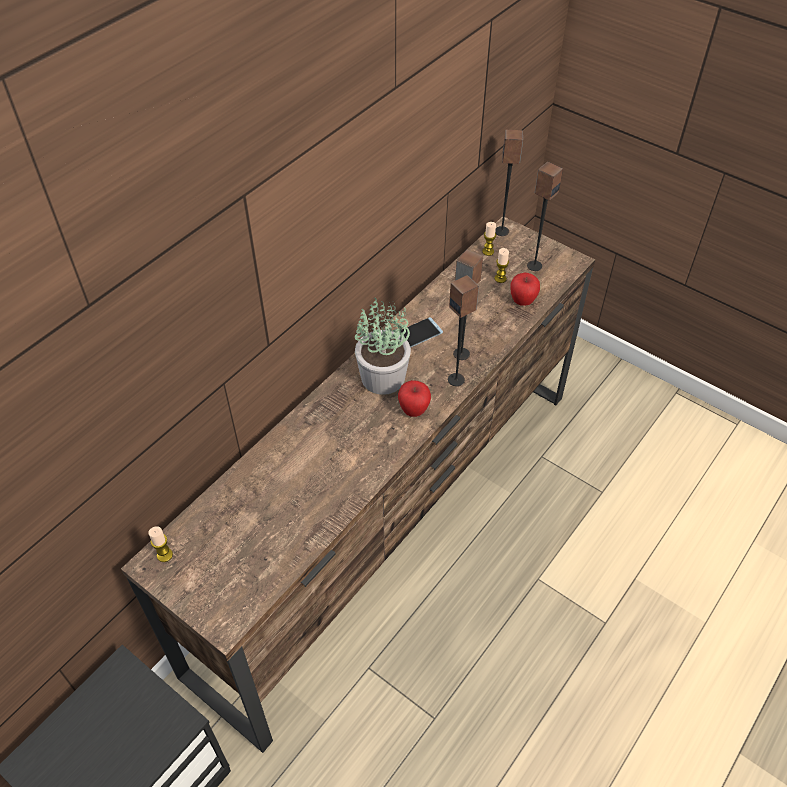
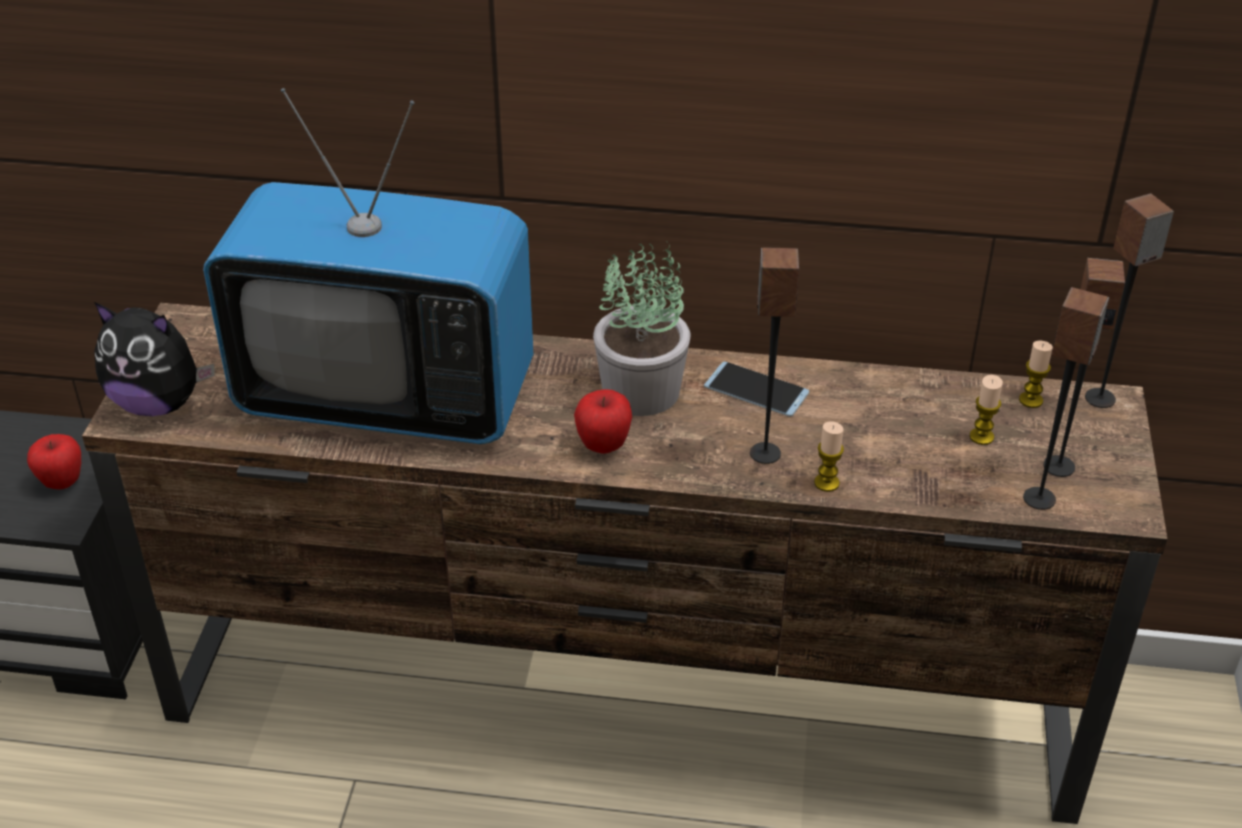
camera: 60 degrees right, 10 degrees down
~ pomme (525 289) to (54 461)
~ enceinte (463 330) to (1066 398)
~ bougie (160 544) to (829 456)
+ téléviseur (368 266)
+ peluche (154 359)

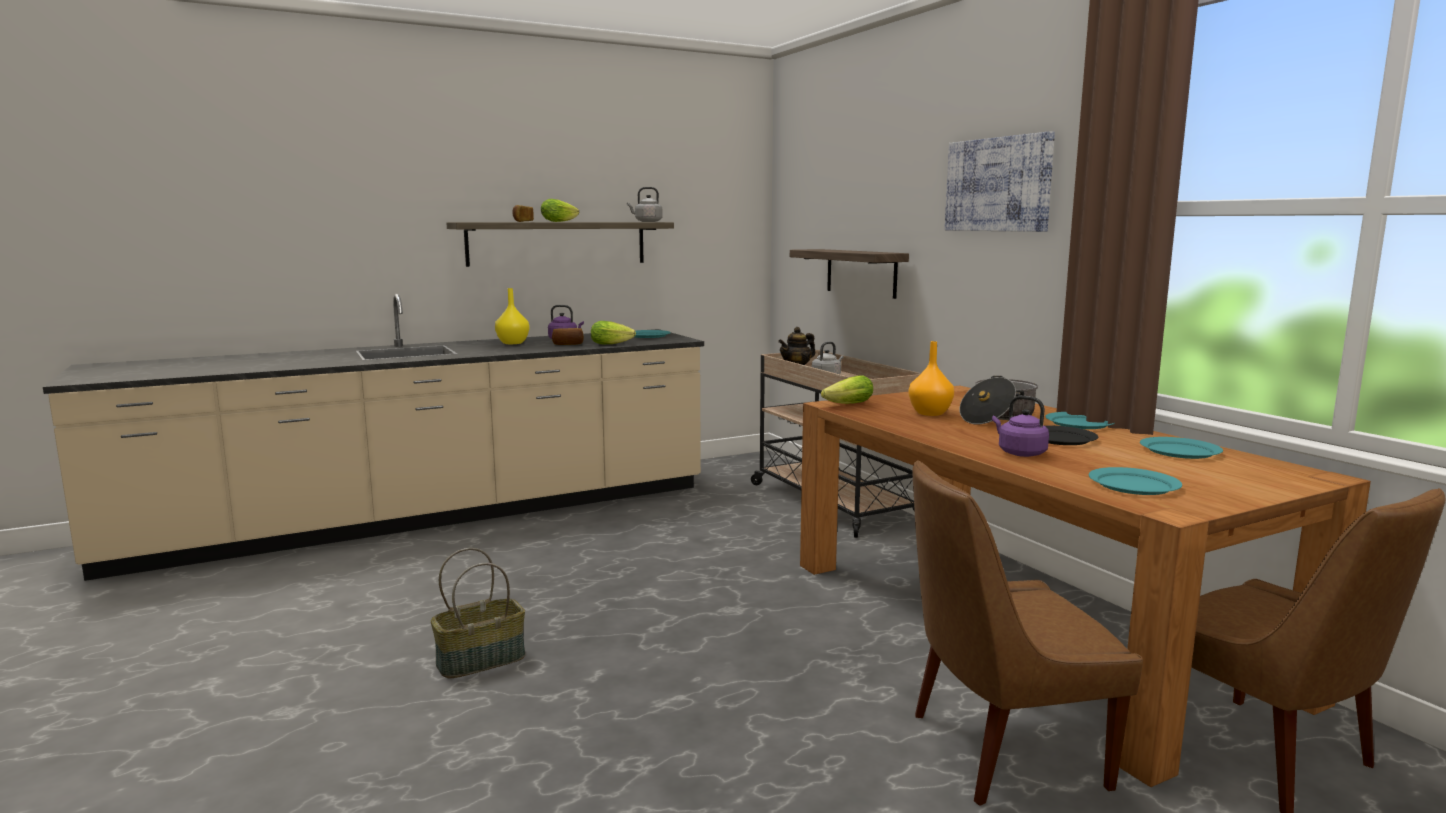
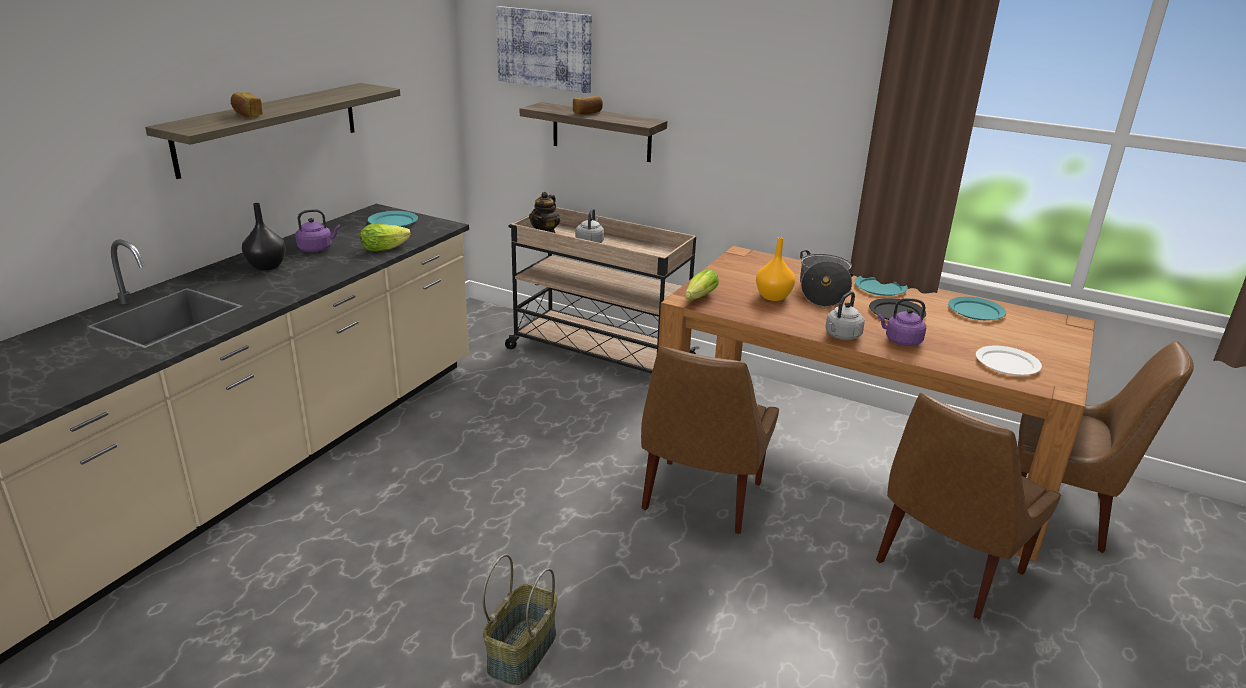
camera: 35 degrees left, 15 degrees up
~ tableau (1000 181) to (544 49)
~ bouilloire/gris (645 204) to (845 315)
- laitue (560 210)
~ vase/jaune (512 316) to vase/noir (264 237)
~ pain (568 336) to (588 105)
~ assiette/turquoise (1135 481) to assiette/blanc (1009 360)
+ chaise/marron (710 440)

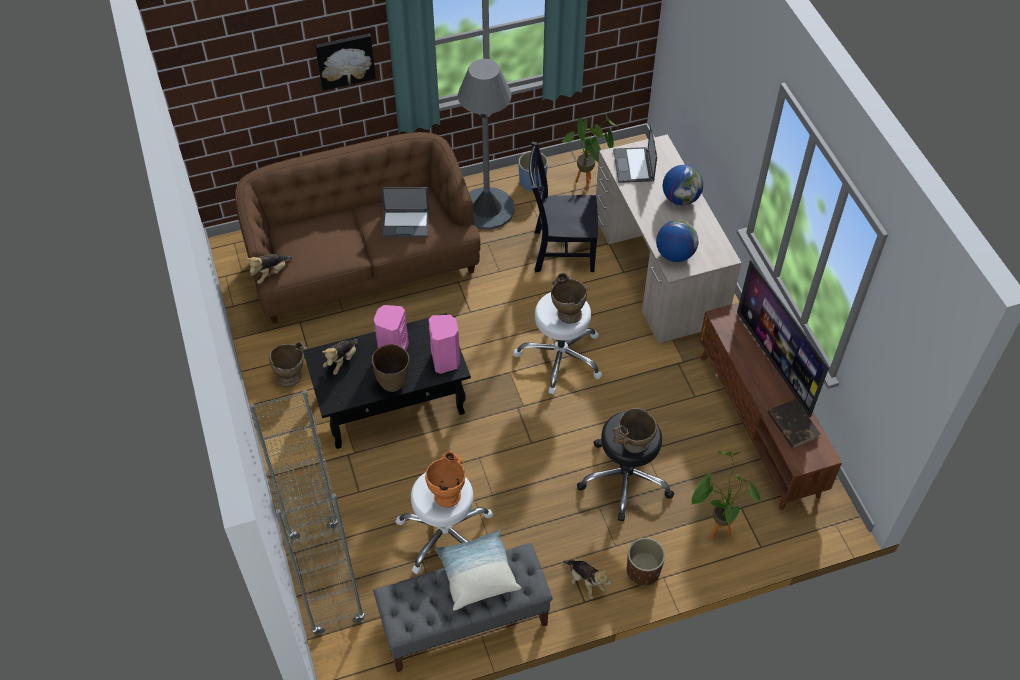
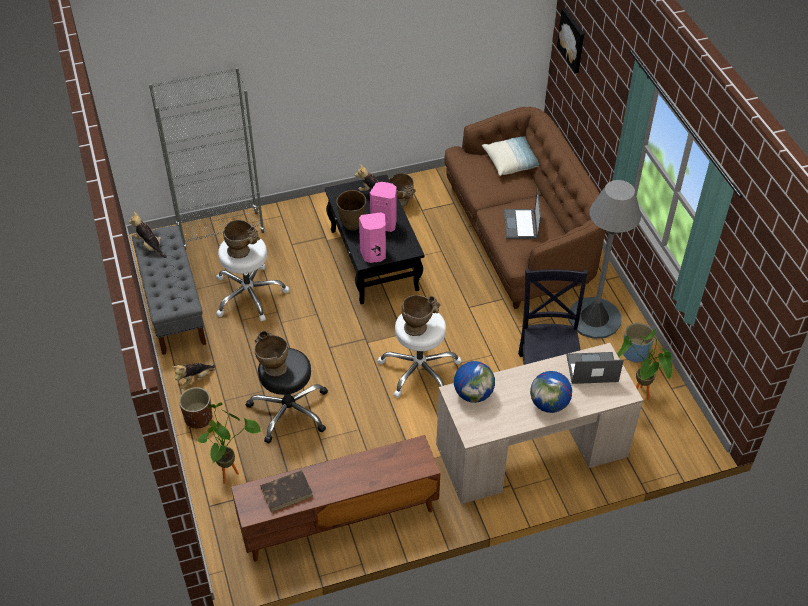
camera: 90 degrees right, 5 degrees down
~ tableau (345 62) to (570 40)
~ peluche (269 269) to (148 235)
- téléviseur (783 338)
~ vase/orange (445 479) to vase/beige (241 239)
~ coussin (478 570) to (510 156)

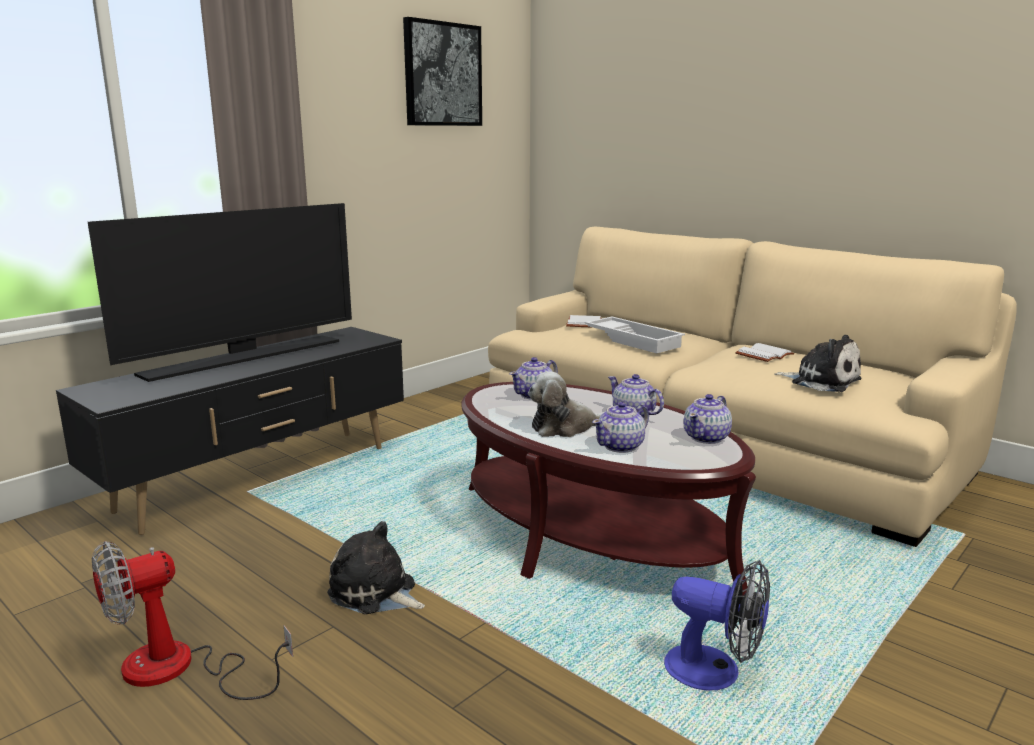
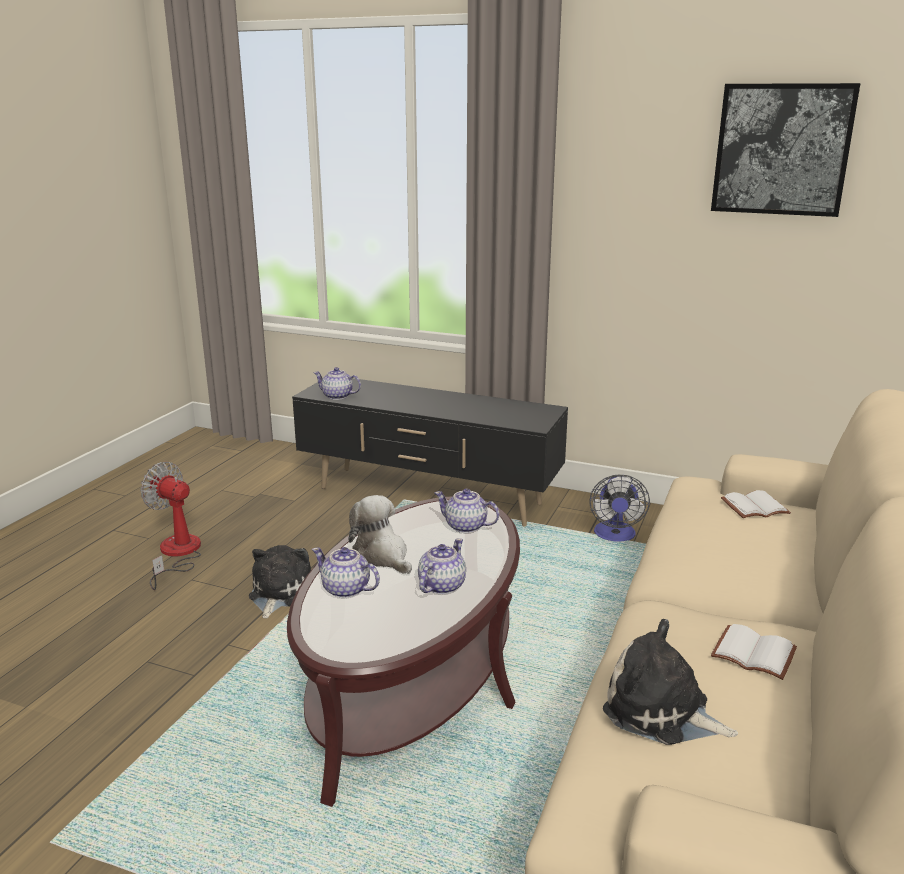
camera: 70 degrees right, 5 degrees up
- téléviseur (220 292)
- plateau/blanc (635 335)
~ peluche (818 363) = (670 682) 105 degrees clockwise
~ théière (707 419) to (337 383)
~ ventilateur (717 625) to (619 508)

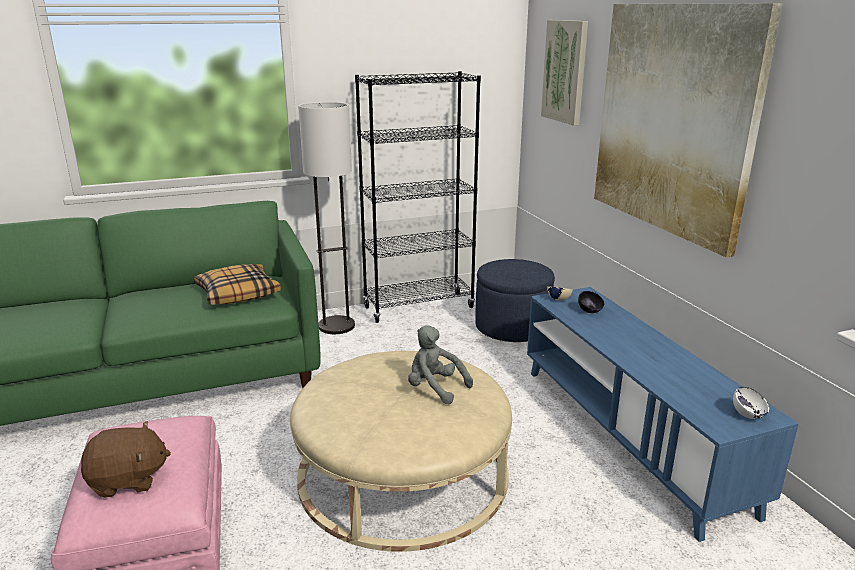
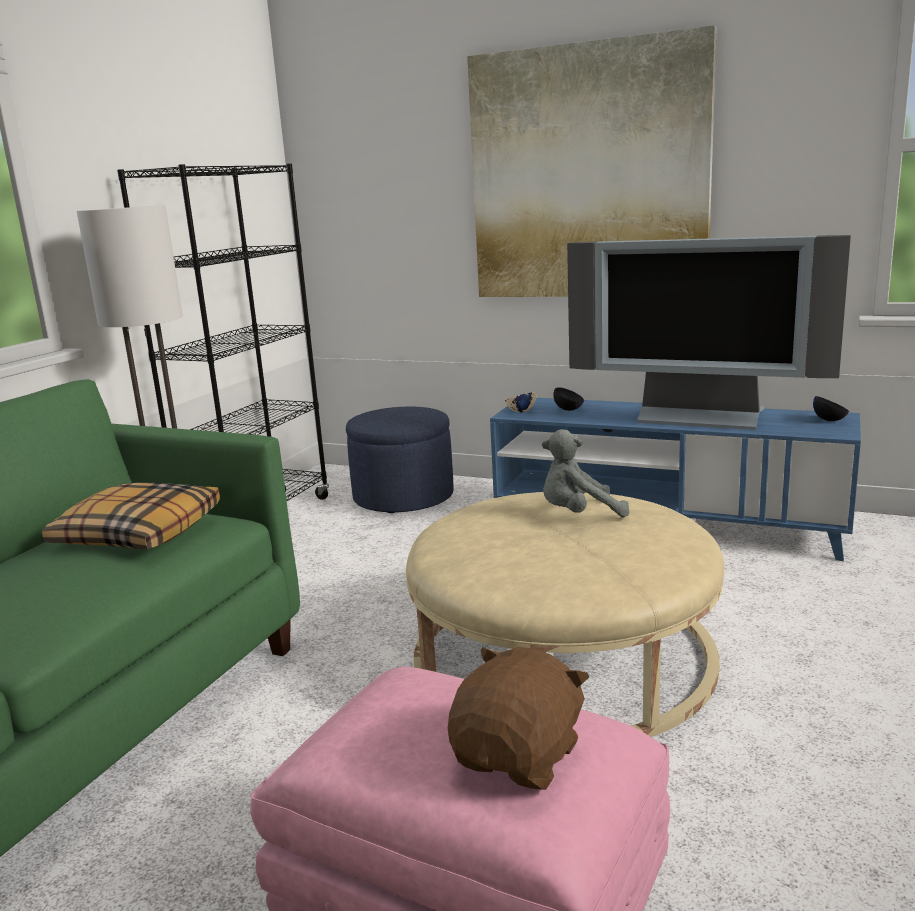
camera: 45 degrees left, 5 degrees down
- tableau (564 73)
~ bol/blanc (751 403) to bol/noir (831 408)
+ téléviseur (709 332)

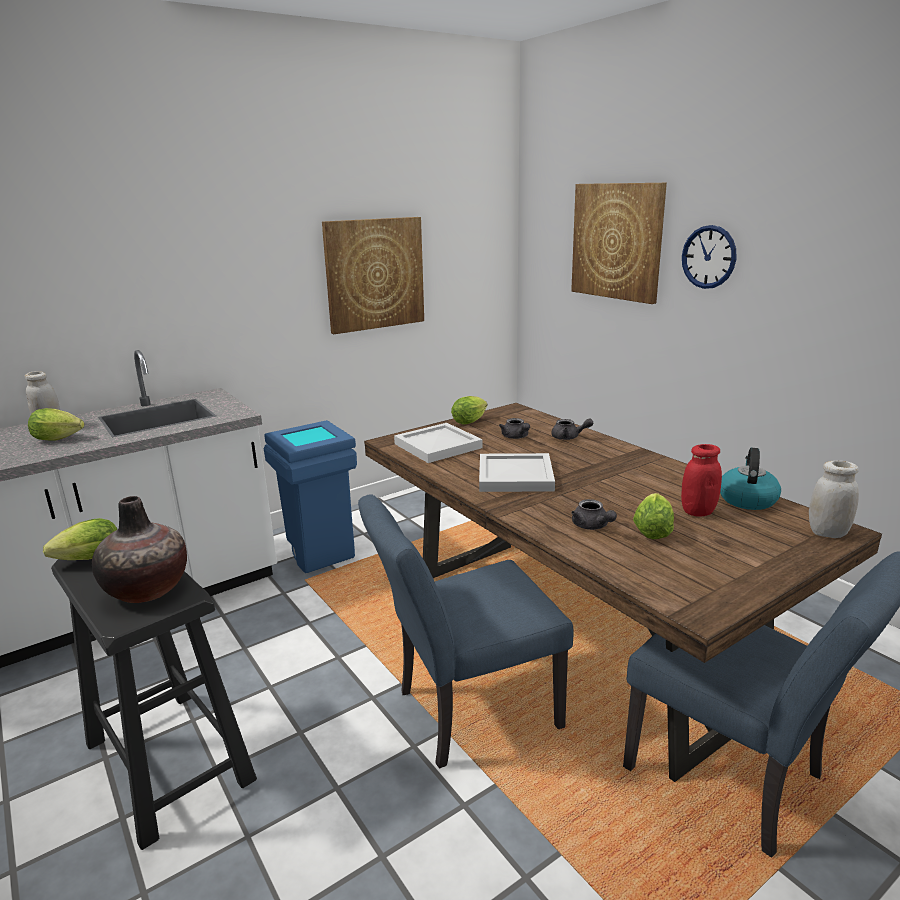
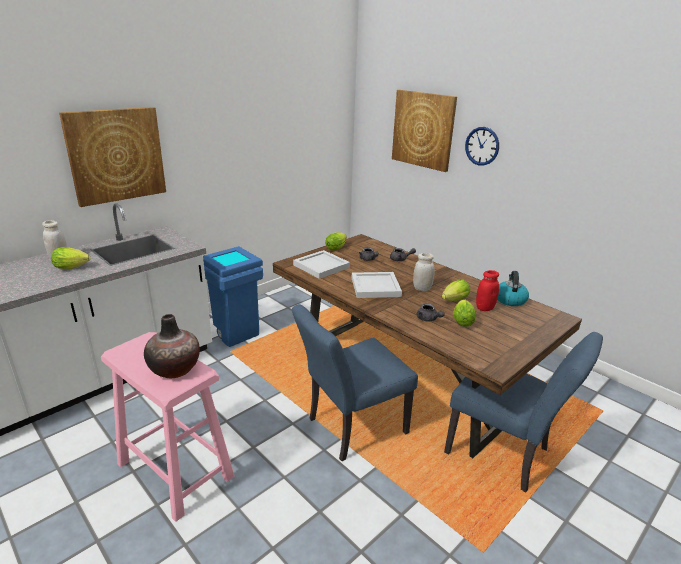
camera: 10 degrees left, 5 degrees up
~ tableau (373 275) to (112 157)
~ bocal/blanc (834 499) to (424 272)
~ laitue (80 539) to (456 290)
~ tabouret/noir (154 704) to tabouret/rose (168 427)

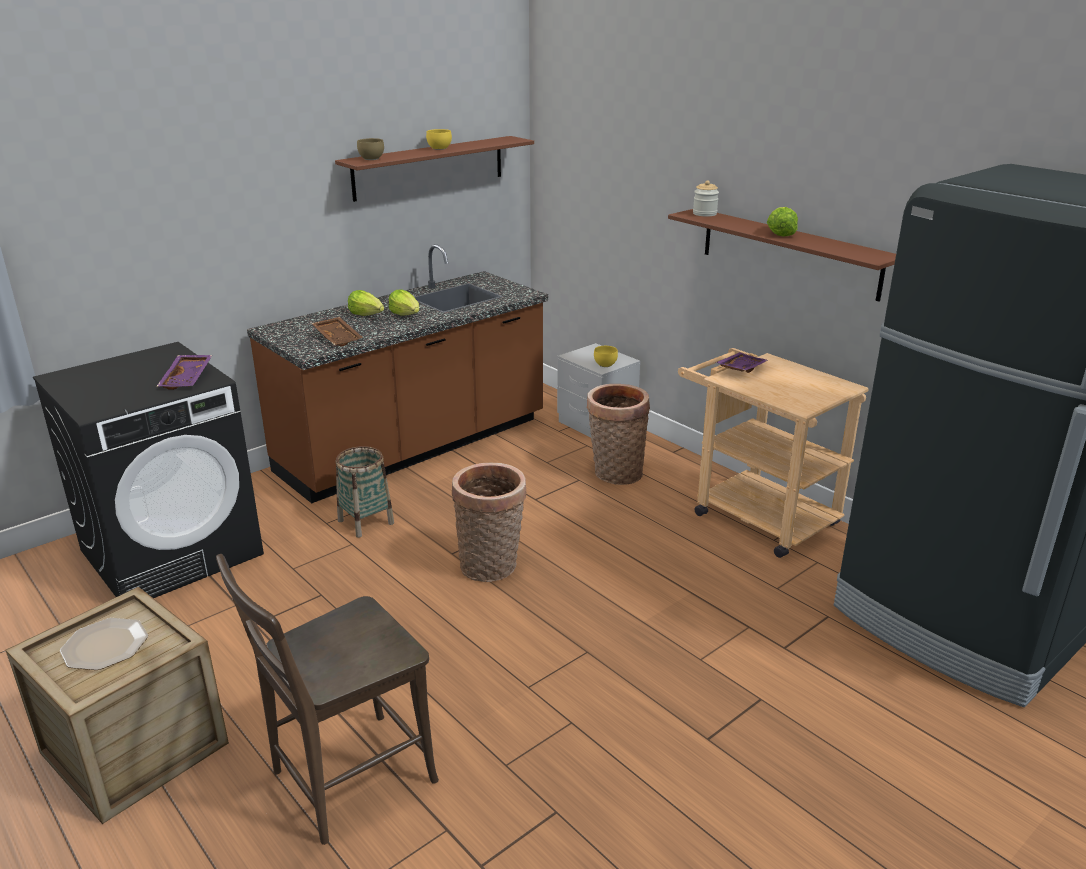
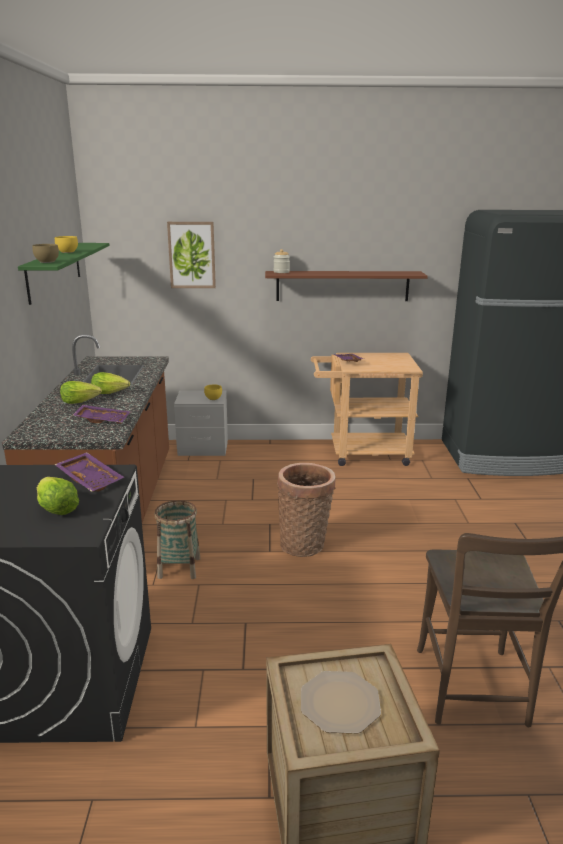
camera: 50 degrees left, 5 degrees down
~ étagère/marron (434 169) to étagère/vert (64 274)
~ laitue (782 222) to (58 496)
~ plateau/marron (337 331) to plateau/violet (101 414)
- panier (618 434)
+ tableau (191 255)

